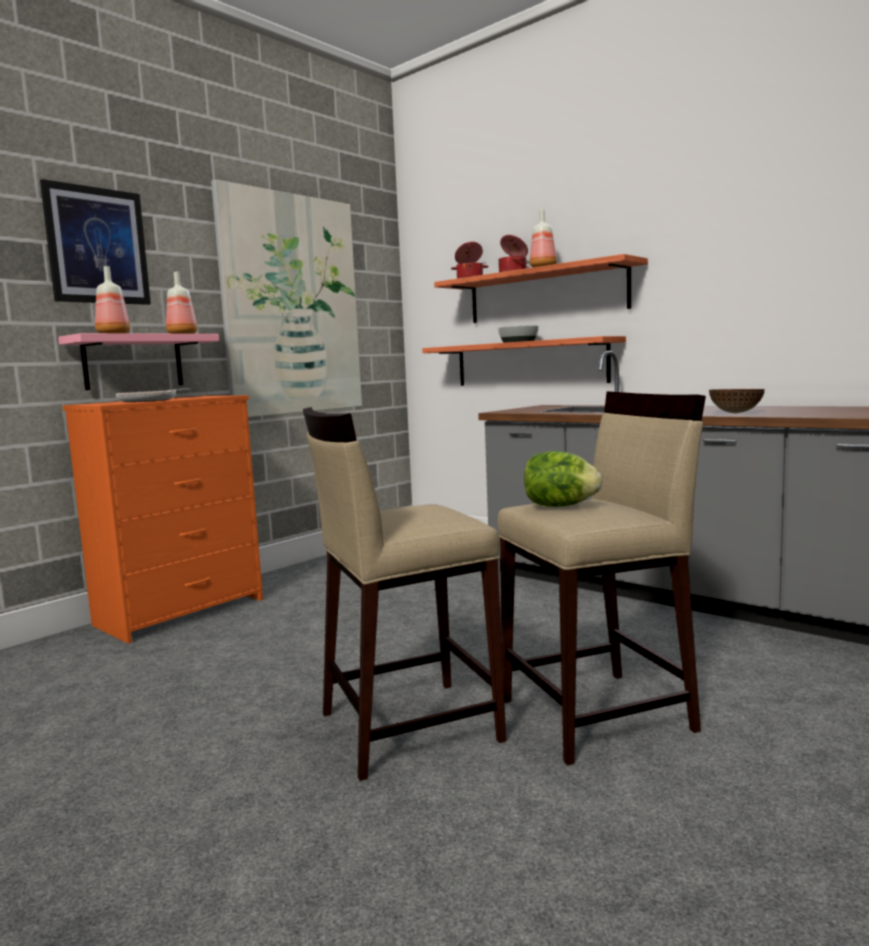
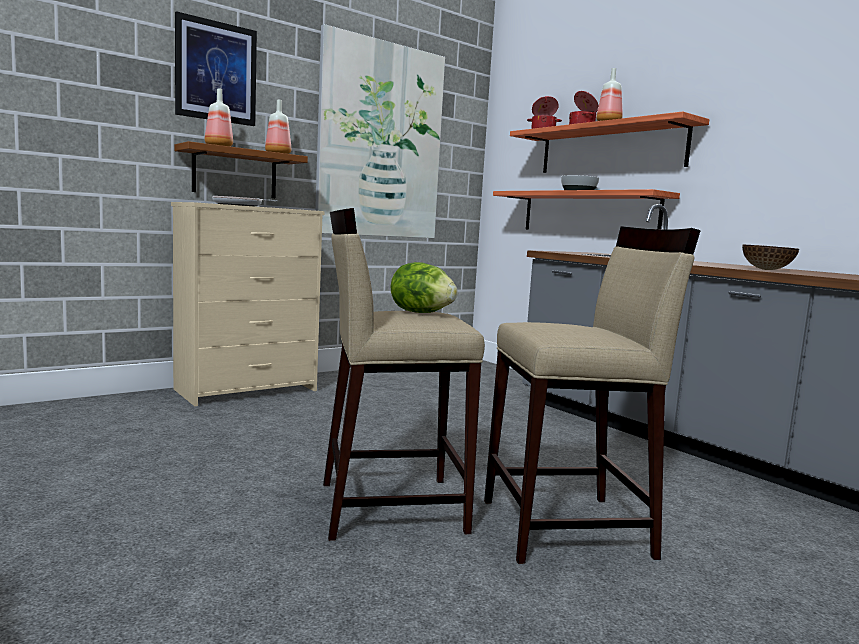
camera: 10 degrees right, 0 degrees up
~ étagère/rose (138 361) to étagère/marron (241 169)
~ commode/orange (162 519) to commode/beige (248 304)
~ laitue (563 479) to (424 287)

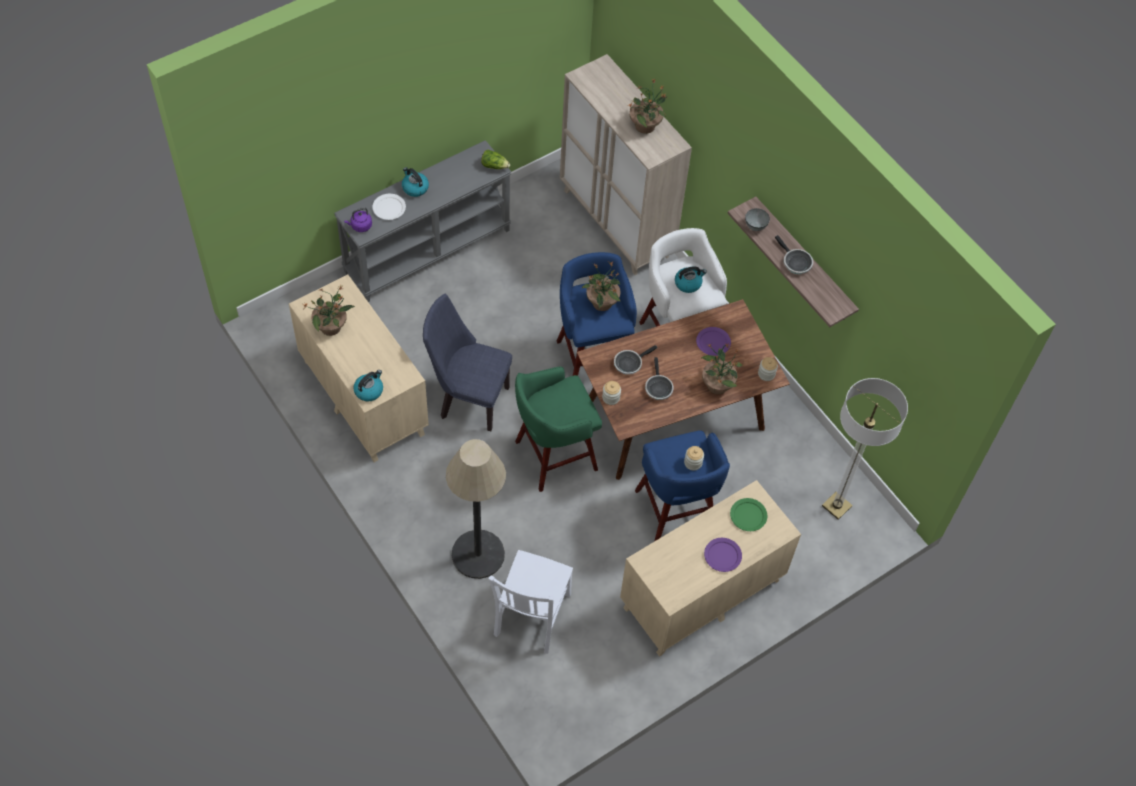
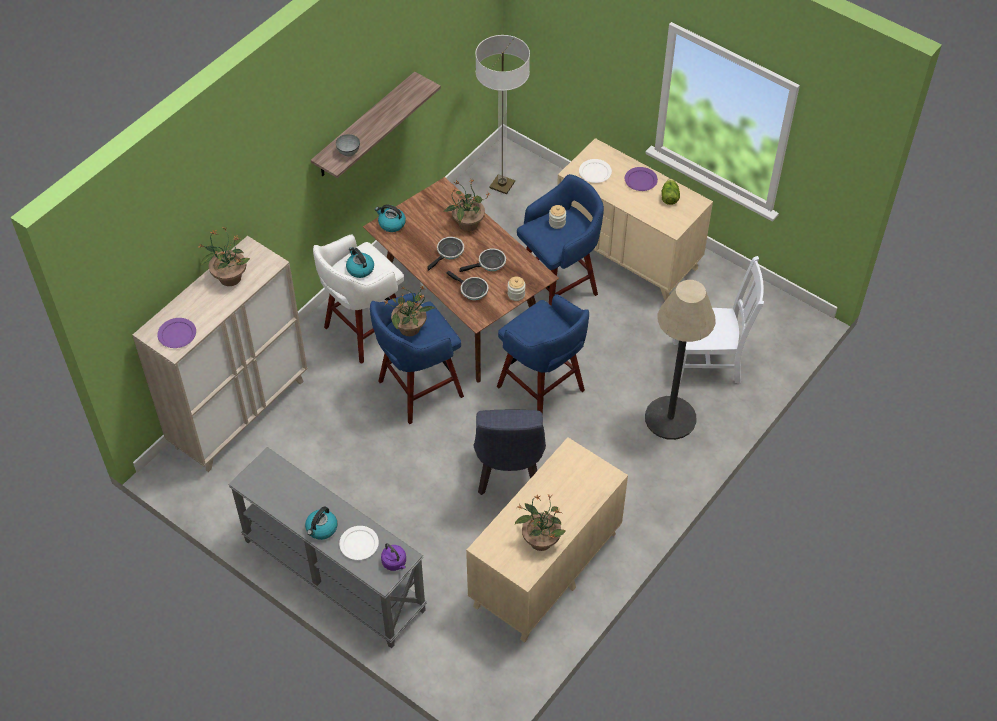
camera: 105 degrees left, 5 degrees down
~ laitue (495 159) to (671 191)
~ poêle (794 254) to (445 254)
~ assiette/violet (713 341) to (176 333)
- bocal (768 369)
~ tabouret/vert (558 429) to tabouret/bleu (543 354)
~ bouilloire (368 386) to (390 218)
~ assiette/vert (748 514) to assiette/blanc (595 171)

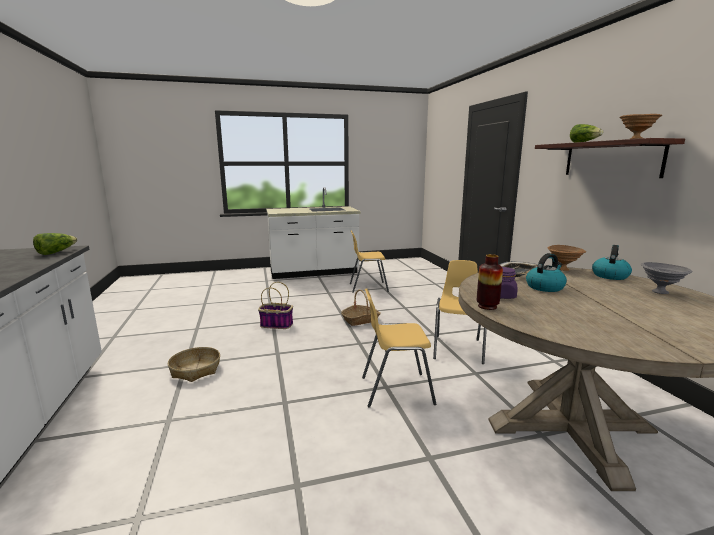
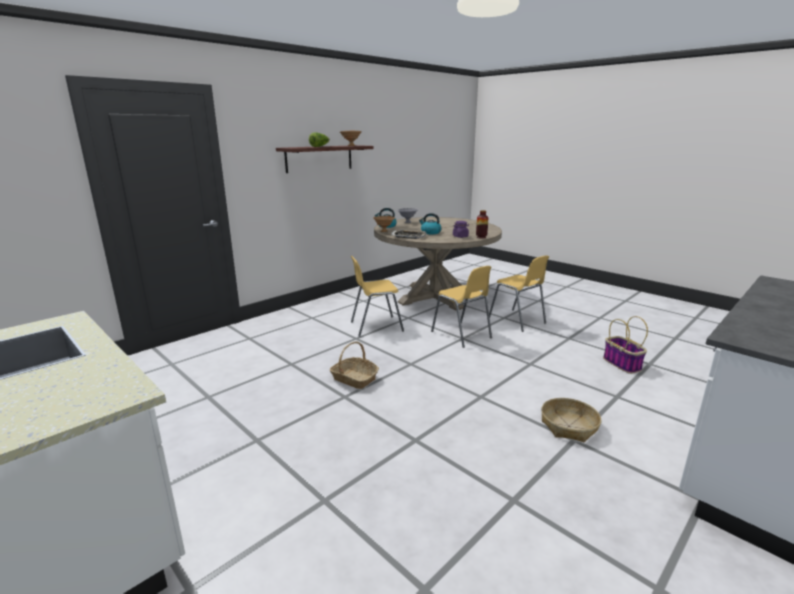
camera: 120 degrees left, 5 degrees up
~ chaise/jaune (369 261) to (519 294)
- laitue (55 244)
~ panier (275 305) to (625 345)

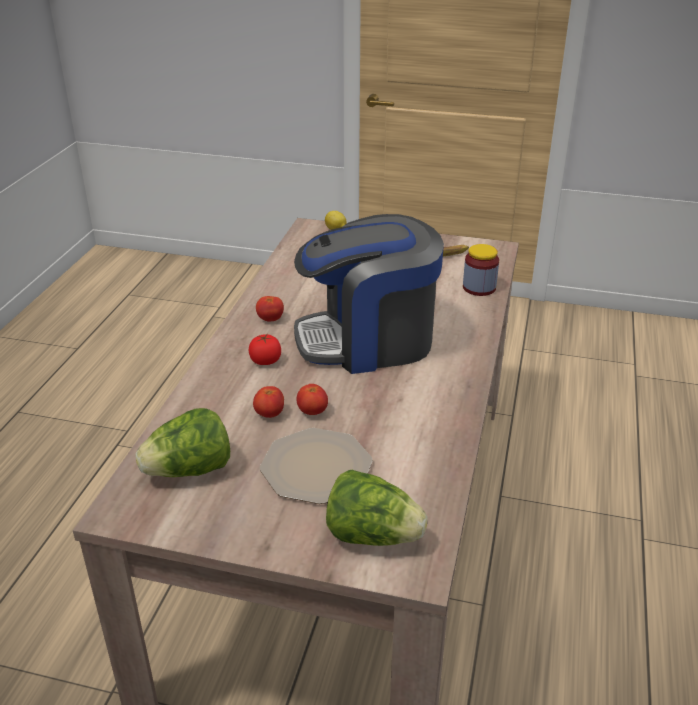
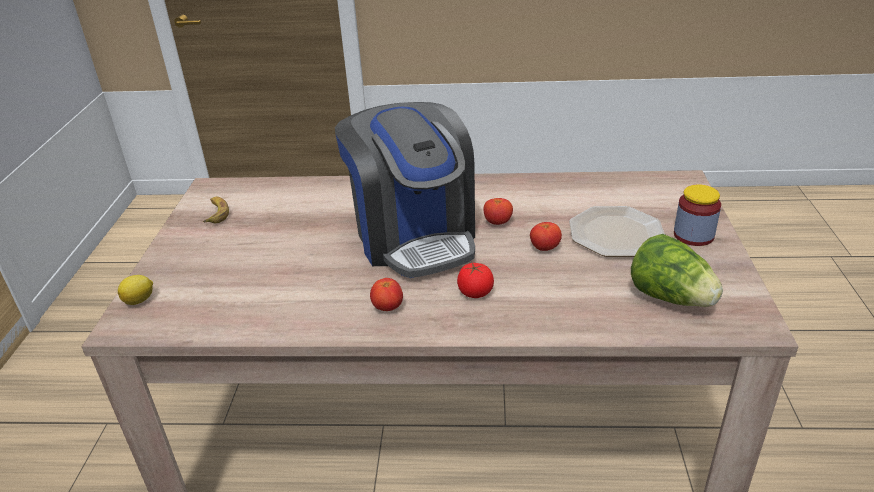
camera: 100 degrees left, 0 degrees up
~ bocal (481 270) to (697 215)
~ tomate (268 402) to (498 211)
- laitue (377 508)

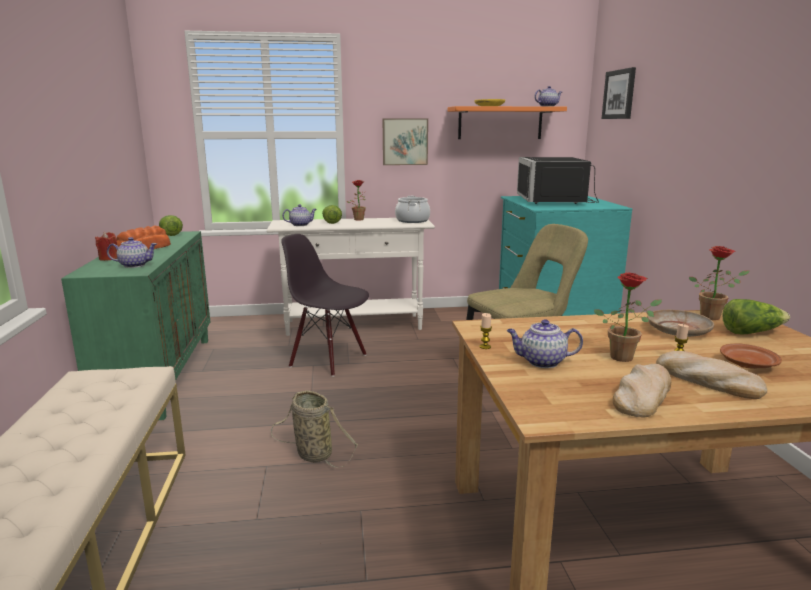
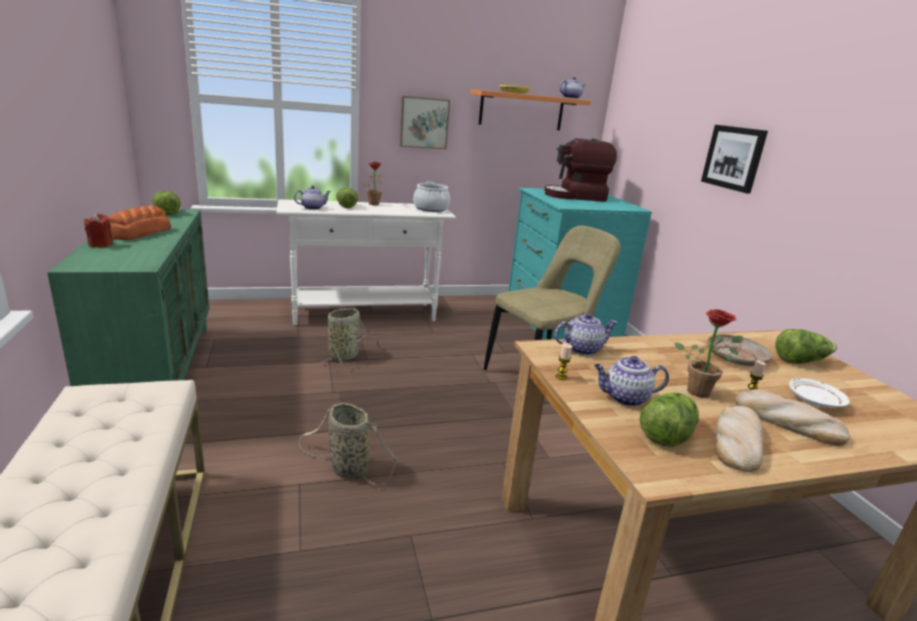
camera: 10 degrees left, 5 degrees up
~ tableau (619 93) to (734 159)
~ micro-ondes/noir (558 180) to machine à café (580 170)
~ chaise/noir (325 305) to panier (346 336)
~ théière (132 252) to (586 334)
- plante en pot (719 283)
~ assiette/marron (751 356) to assiette/blanc (819 393)
+ laitue (669 419)

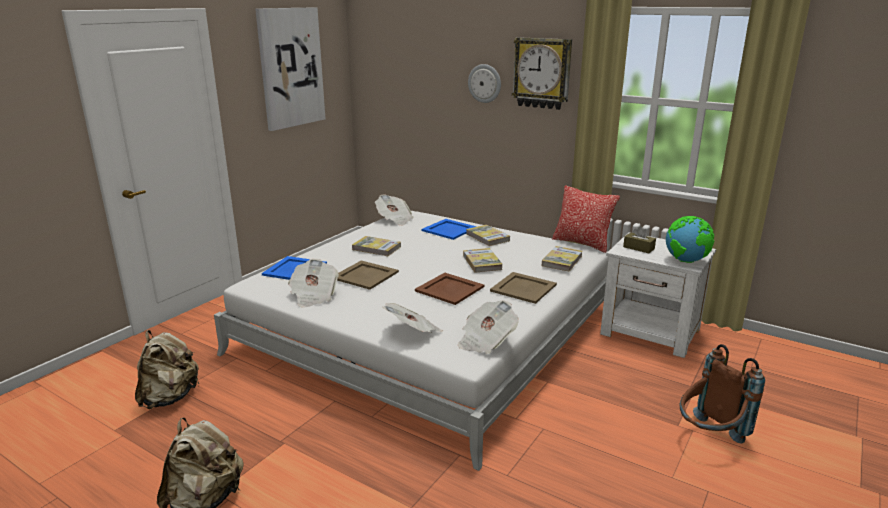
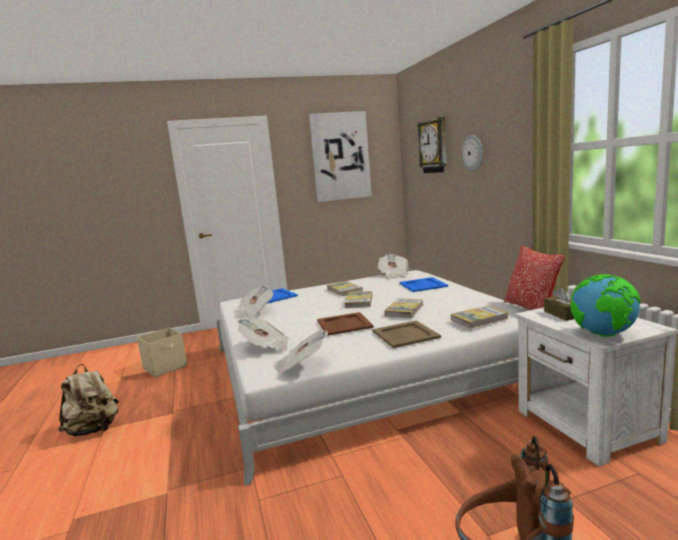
camera: 40 degrees right, 10 degrees down
~ horloge murale (542 73) to (432 145)
~ livre (488 235) to (358 299)
- plateau/beige (368 275)
~ sac à dos/beige (167 369) to boîte de rangement/beige (162 352)

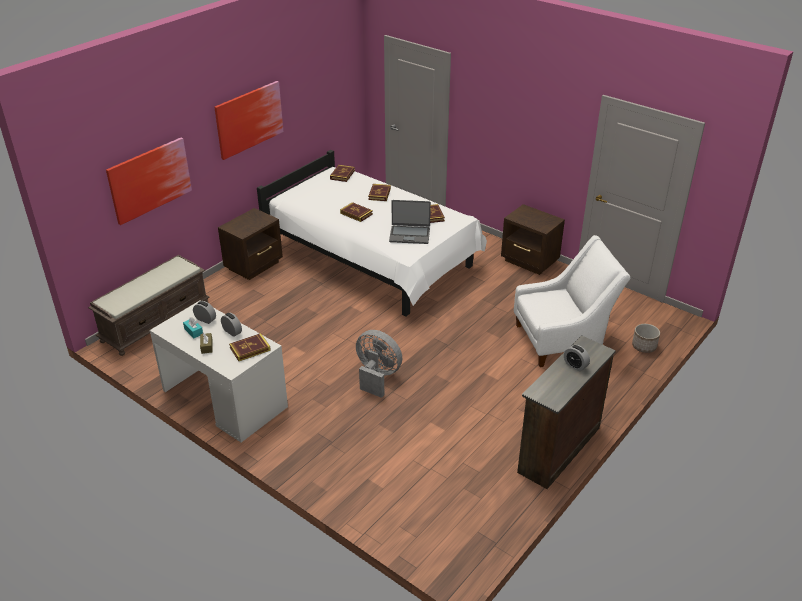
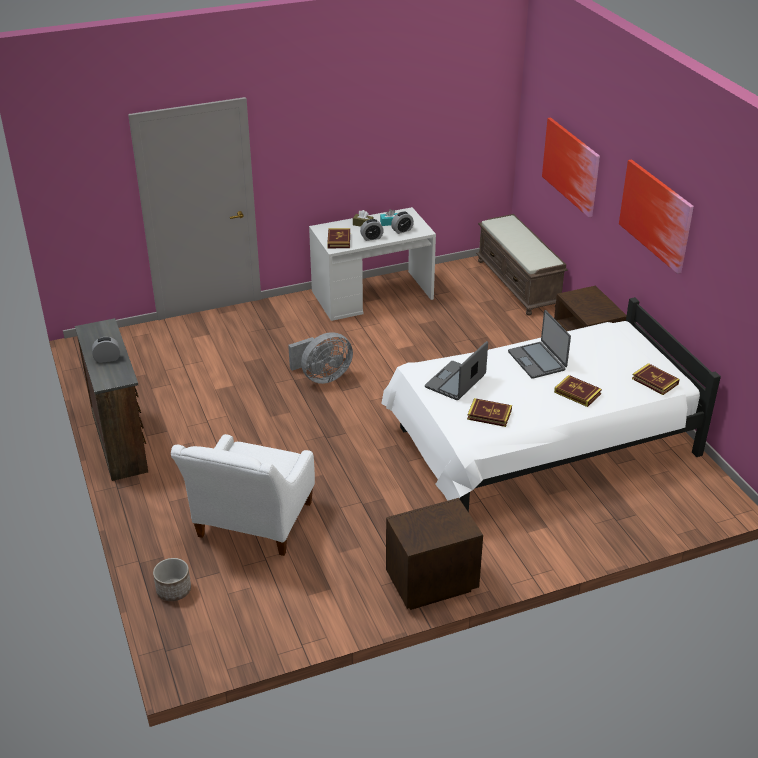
camera: 120 degrees right, 0 degrees up
~ livre (356 212) to ordinateur portable (539 344)

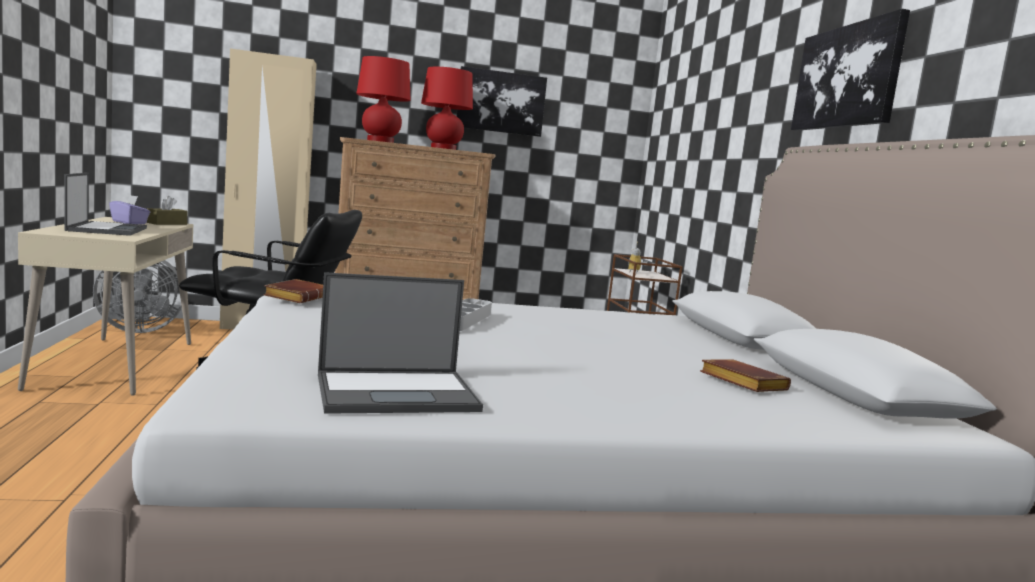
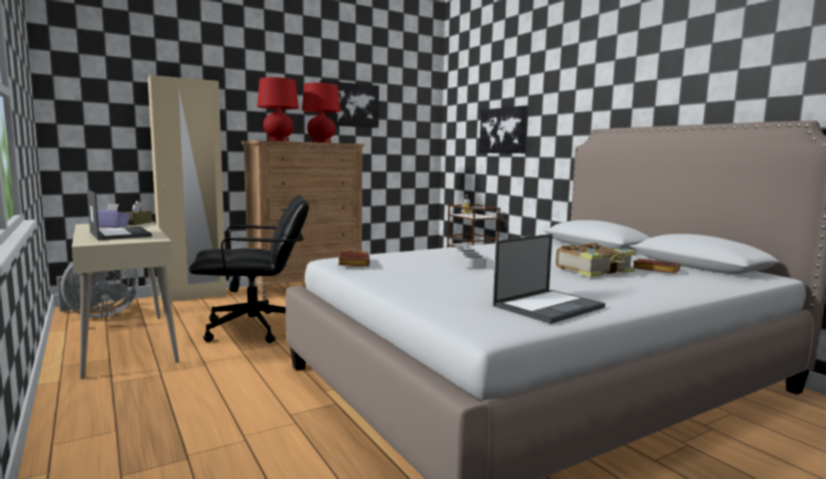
camera: 20 degrees left, 0 degrees up
~ tableau (850 70) to (503 129)
+ livre (596 260)

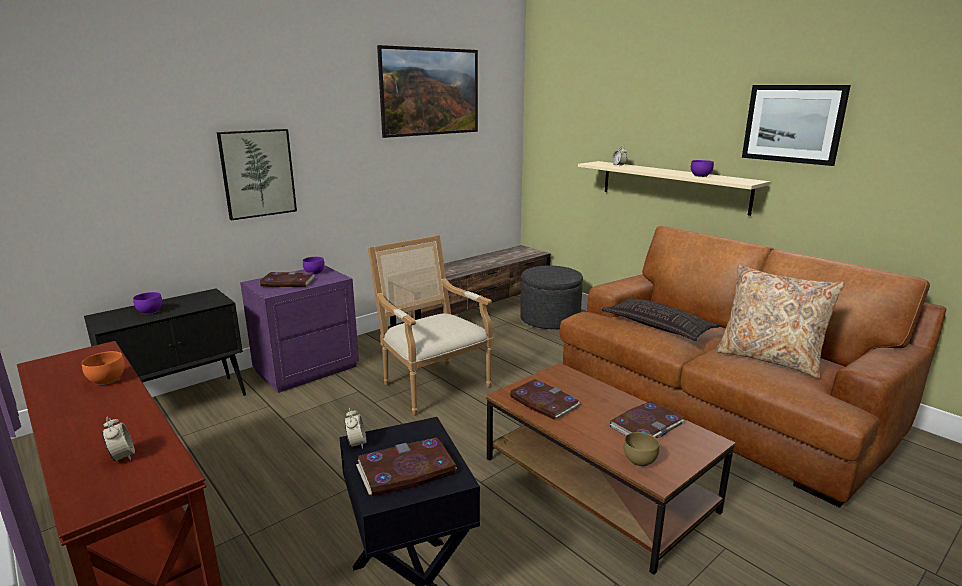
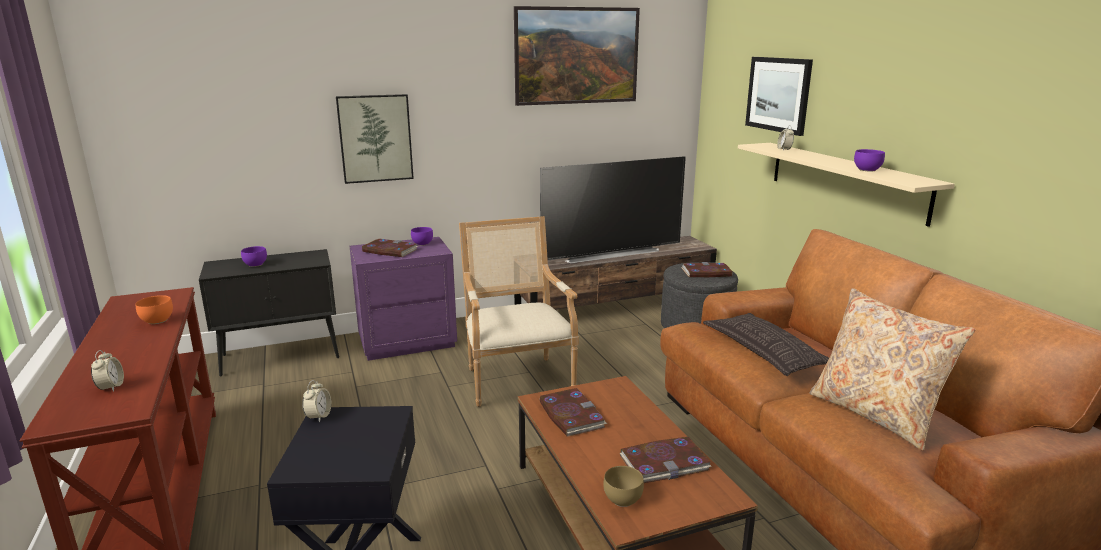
camera: 20 degrees right, 0 degrees up
~ tableau (796 125) to (779 96)
~ livre (406 467) to (707 269)
+ téléviseur (613 209)

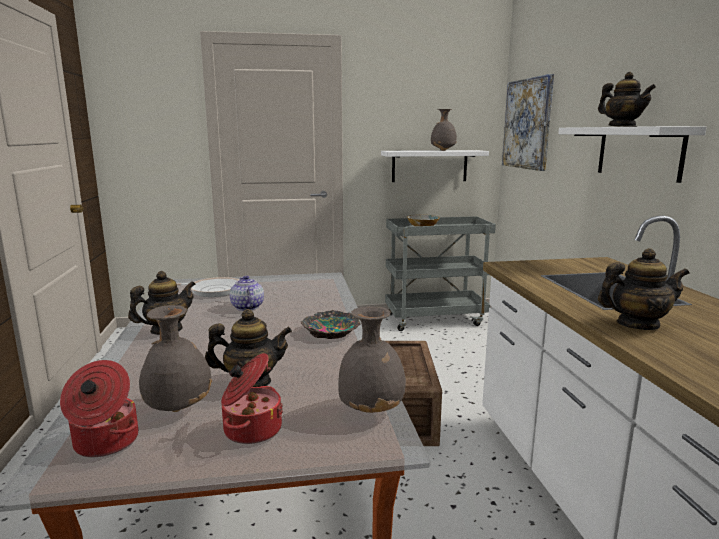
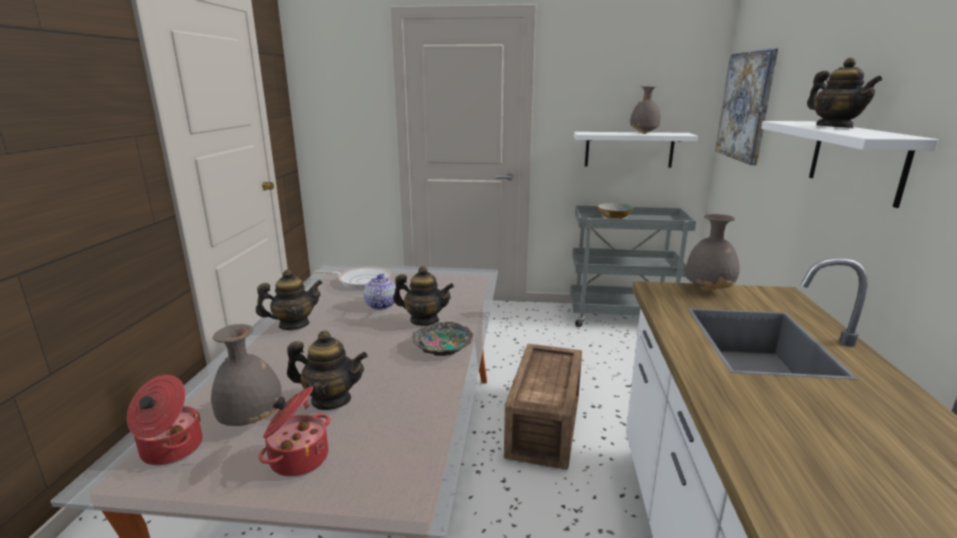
camera: 15 degrees right, 5 degrees up
~ théière (644 289) to (423 296)
~ vase/gris (372 359) to (712 252)

